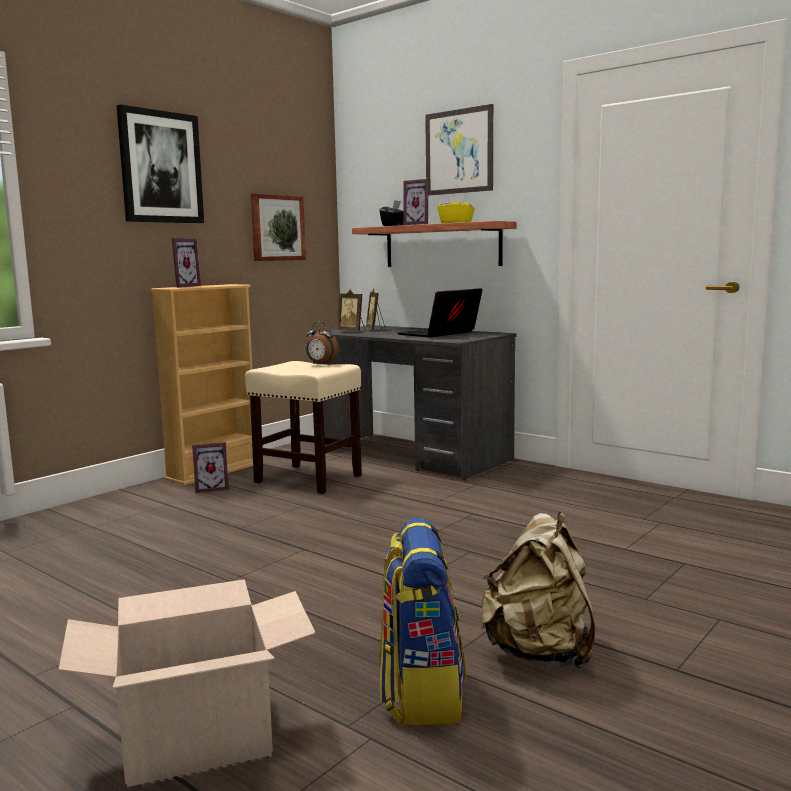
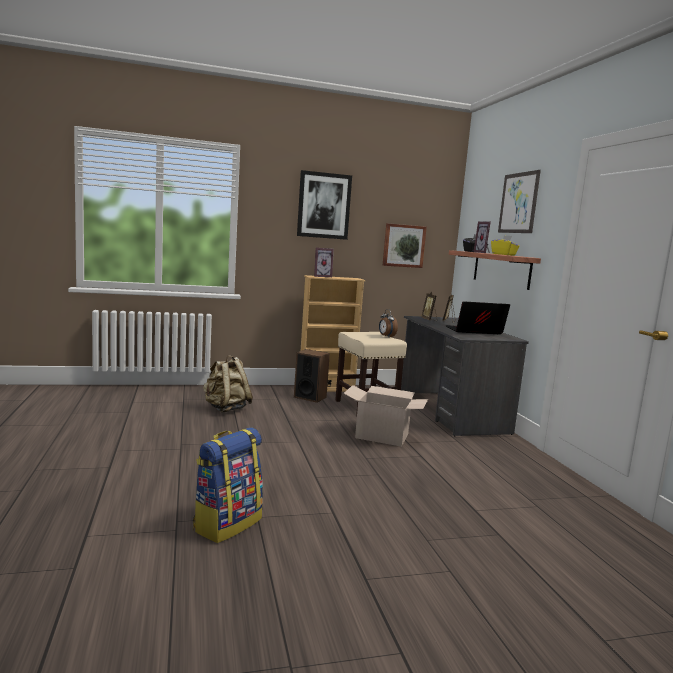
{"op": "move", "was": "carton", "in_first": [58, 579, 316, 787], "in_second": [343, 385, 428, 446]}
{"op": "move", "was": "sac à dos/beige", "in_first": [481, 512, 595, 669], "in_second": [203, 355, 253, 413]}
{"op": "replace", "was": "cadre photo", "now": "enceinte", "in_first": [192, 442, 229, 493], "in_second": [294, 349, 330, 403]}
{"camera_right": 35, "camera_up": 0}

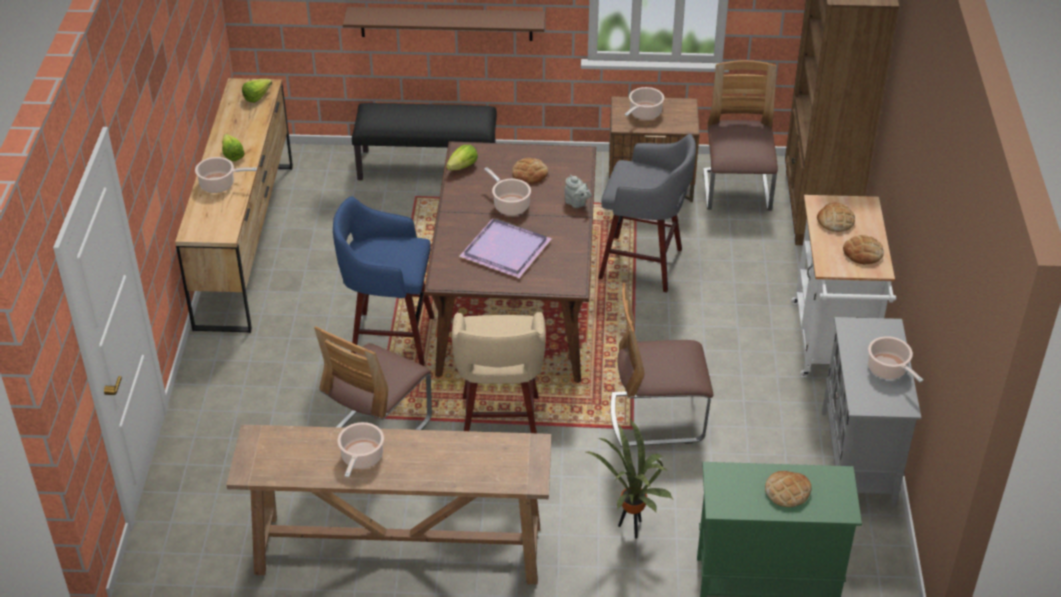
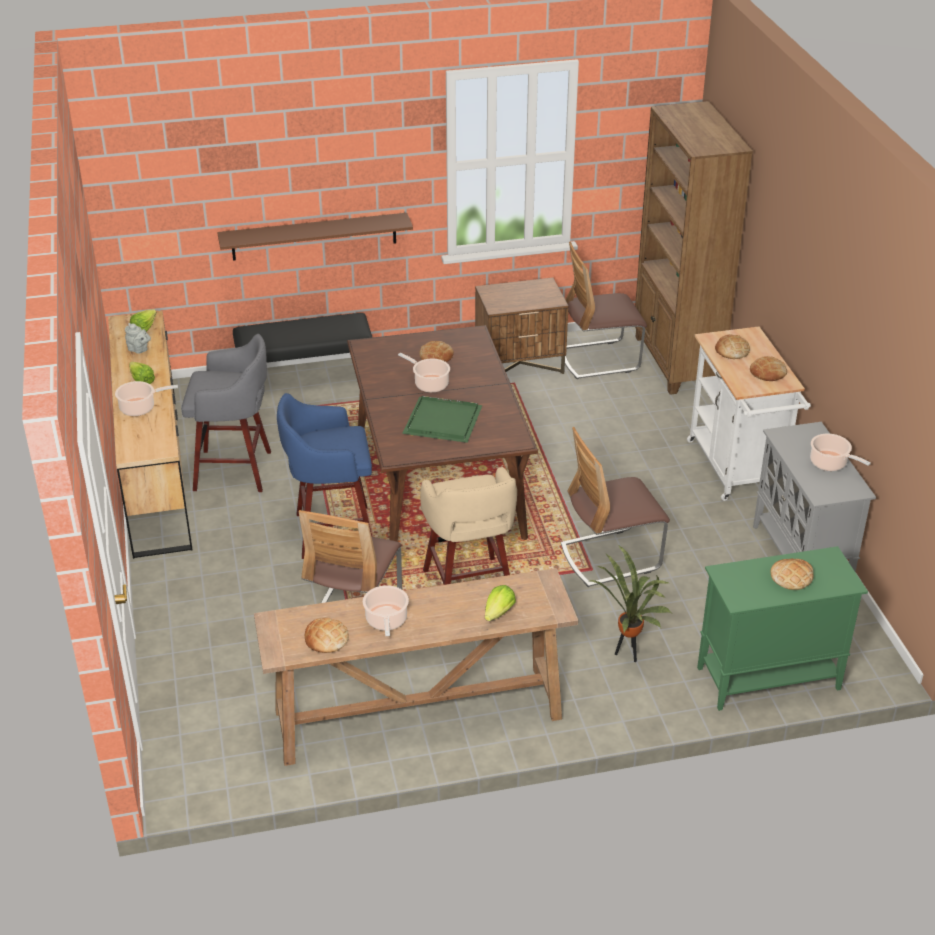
{"op": "delete", "was": "marmite", "in_first": [624, 87, 664, 120]}
{"op": "insert", "now": "pain", "in_second": [305, 617, 349, 653]}
{"op": "move", "was": "laitue", "in_first": [446, 145, 478, 170], "in_second": [485, 585, 516, 621]}
{"op": "move", "was": "théière/gris", "in_first": [564, 175, 592, 208], "in_second": [125, 323, 151, 354]}
{"op": "move", "was": "tabouret/gris", "in_first": [598, 134, 696, 292], "in_second": [181, 334, 271, 492]}
{"op": "recolor", "was": "plateau/violet", "now": "plateau/vert", "in_first": [459, 218, 552, 278], "in_second": [402, 396, 483, 443]}
{"op": "rotate", "was": "chaise", "in_first": [703, 60, 778, 211], "in_second": [565, 242, 647, 379], "clockwise": -90}
{"camera_right": -15, "camera_up": -5}

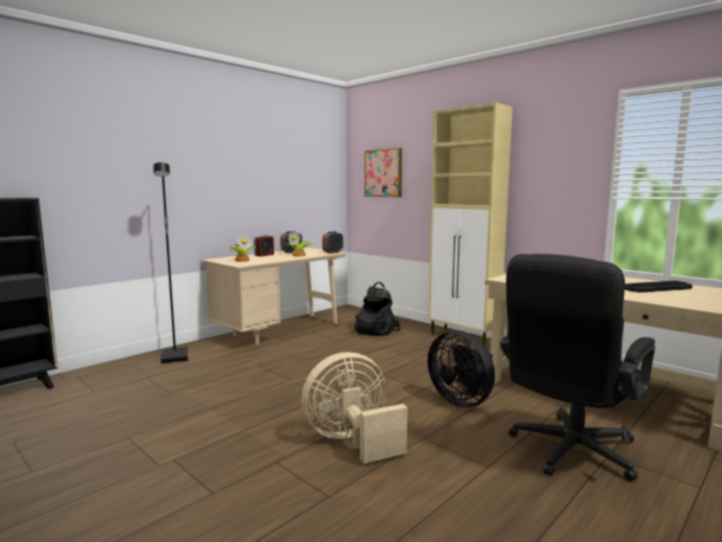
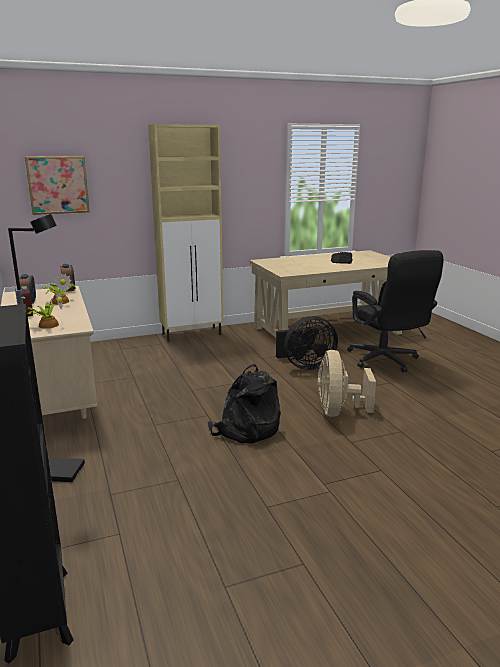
{"op": "move", "was": "sac à dos/noir", "in_first": [354, 282, 400, 336], "in_second": [208, 364, 281, 443]}
{"camera_right": -65, "camera_up": 10}

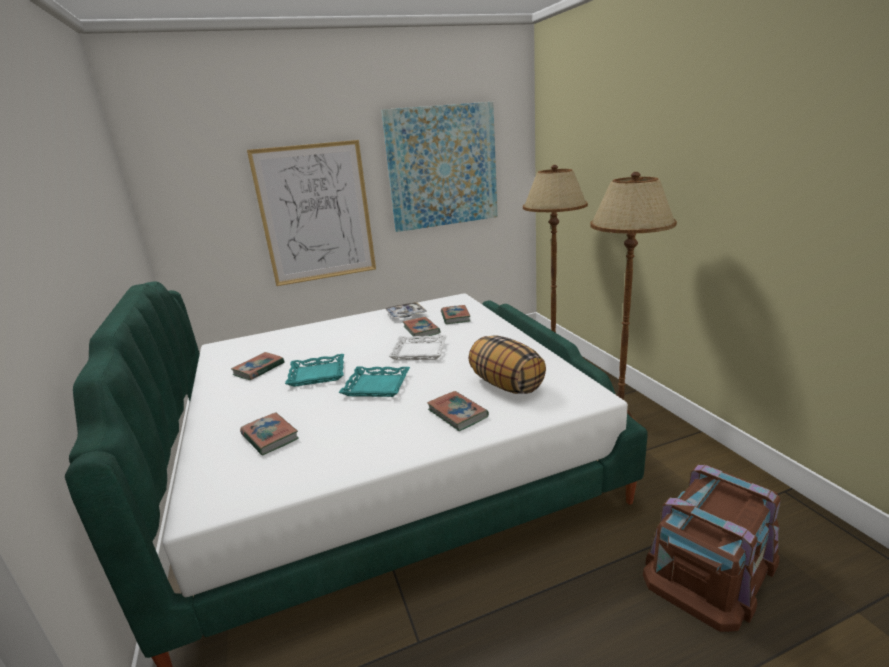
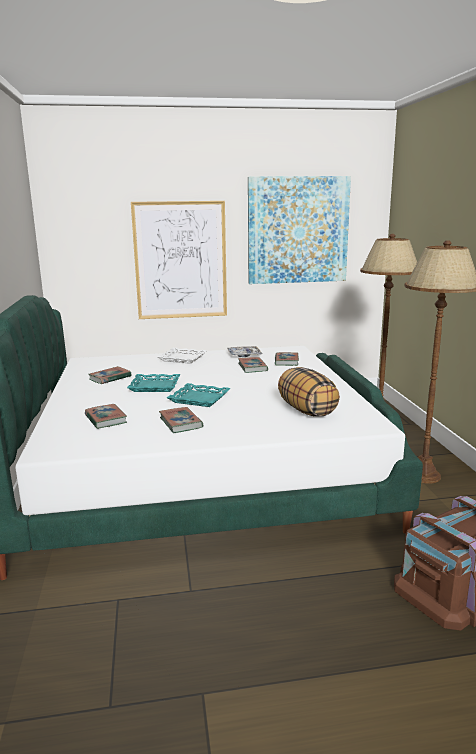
{"op": "move", "was": "plateau/blanc", "in_first": [388, 335, 447, 360], "in_second": [157, 348, 207, 364]}
{"op": "move", "was": "livre", "in_first": [427, 391, 489, 431], "in_second": [159, 407, 203, 433]}
{"camera_right": 10, "camera_up": -5}

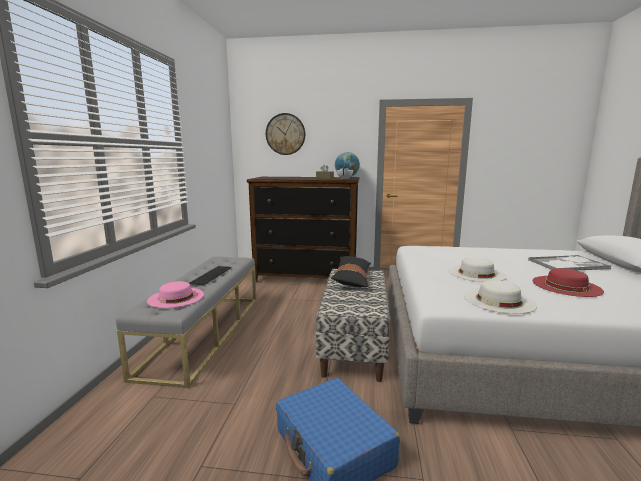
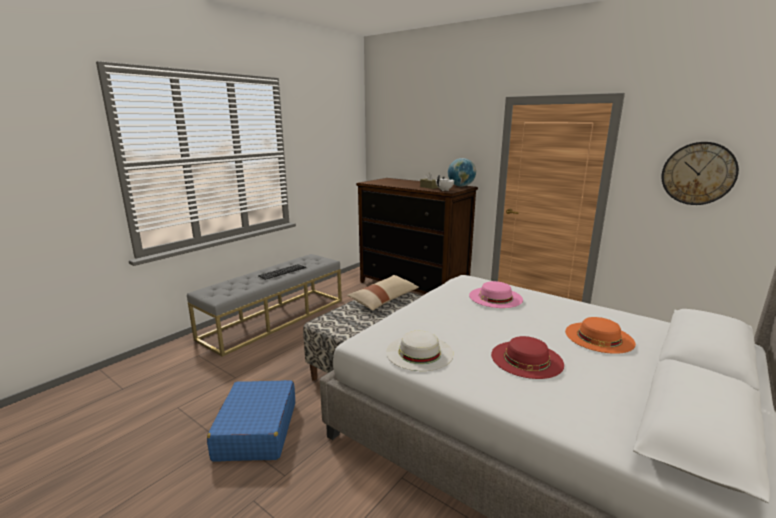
{"op": "delete", "was": "chapeau/blanc", "in_first": [448, 257, 507, 282]}
{"op": "move", "was": "chapeau/rose", "in_first": [147, 281, 204, 308], "in_second": [469, 281, 523, 308]}
{"op": "move", "was": "horloge murale", "in_first": [266, 113, 305, 155], "in_second": [661, 142, 739, 205]}
{"op": "replace", "was": "plateau", "now": "chapeau/orange", "in_first": [528, 255, 611, 271], "in_second": [565, 317, 636, 354]}
{"op": "recolor", "was": "coussin/noir", "now": "coussin/beige", "in_first": [331, 256, 371, 287], "in_second": [347, 275, 419, 311]}
{"camera_right": 30, "camera_up": 5}

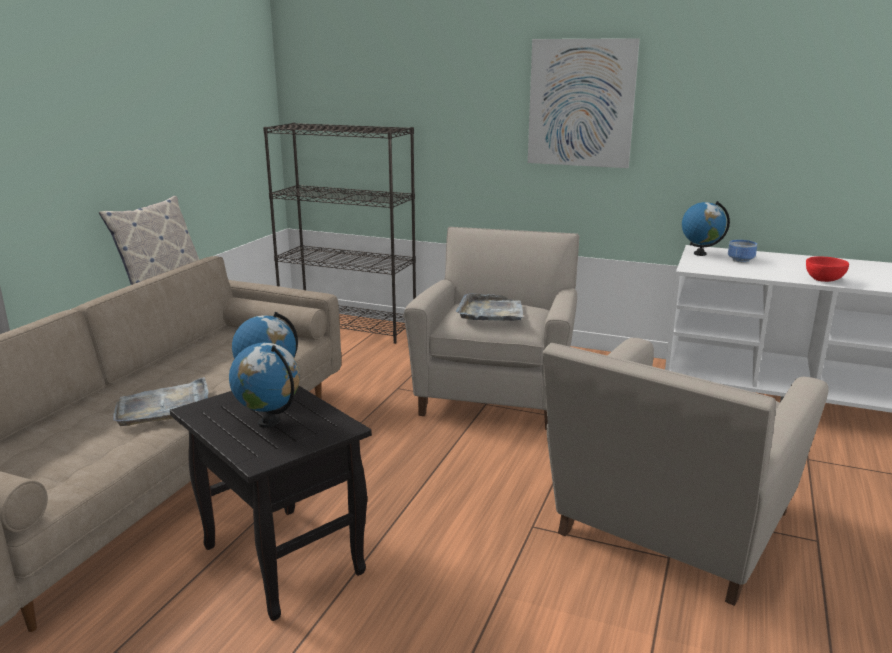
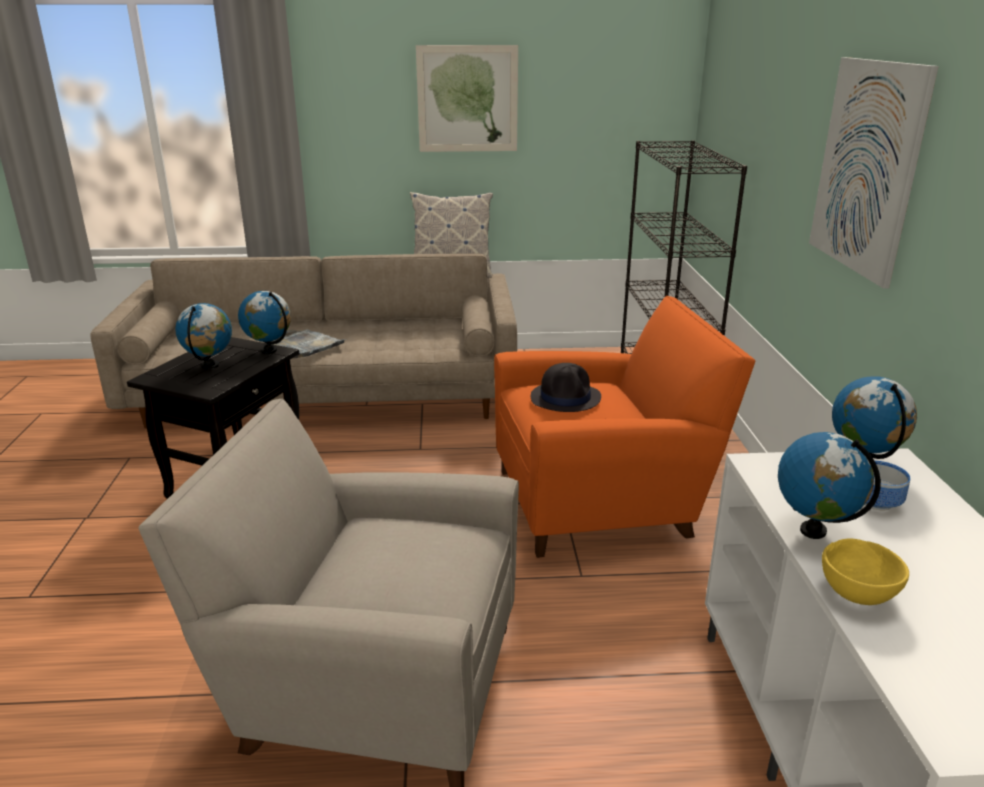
{"op": "insert", "now": "tableau", "in_second": [416, 45, 518, 152]}
{"op": "insert", "now": "globe", "in_second": [778, 432, 881, 539]}
{"op": "replace", "was": "plateau/gris", "now": "chapeau/noir", "in_first": [456, 293, 524, 321], "in_second": [531, 363, 601, 412]}
{"op": "recolor", "was": "fauteuil/beige", "now": "fauteuil/orange", "in_first": [404, 227, 579, 430], "in_second": [494, 296, 755, 558]}
{"op": "recolor", "was": "bol/rouge", "now": "bol/jaune", "in_first": [806, 257, 849, 282], "in_second": [822, 538, 909, 605]}
{"camera_right": 65, "camera_up": 5}

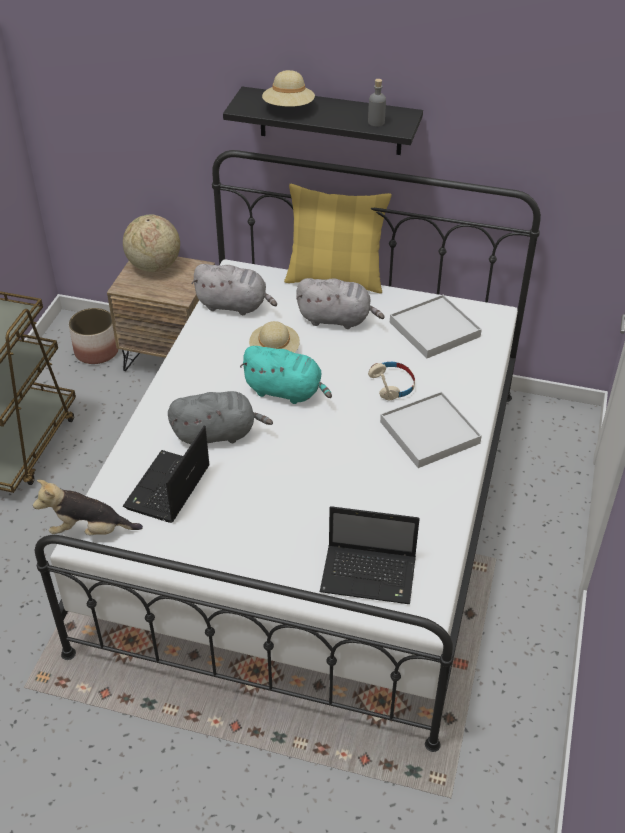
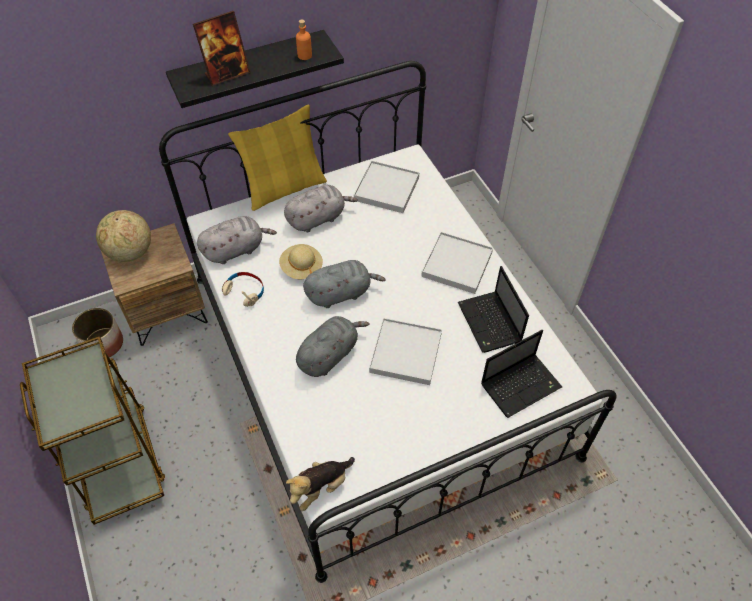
{"op": "insert", "now": "plateau/blanc", "in_second": [369, 318, 442, 385]}
{"op": "move", "was": "ordinateur portable", "in_first": [123, 426, 210, 523], "in_second": [458, 266, 529, 353]}
{"op": "move", "was": "casque audio/beige", "in_first": [368, 362, 415, 400], "in_second": [222, 272, 264, 307]}
{"op": "replace", "was": "chapeau/beige", "now": "cadre photo", "in_first": [262, 70, 315, 107], "in_second": [193, 11, 250, 86]}
{"op": "recolor", "was": "peluche/turquoise", "now": "peluche/gris", "in_first": [240, 346, 332, 404], "in_second": [303, 260, 386, 308]}
{"op": "recolor", "was": "bouteille/gris", "now": "bouteille/orange", "in_first": [368, 79, 386, 127], "in_second": [296, 20, 312, 60]}
{"camera_right": -40, "camera_up": 10}

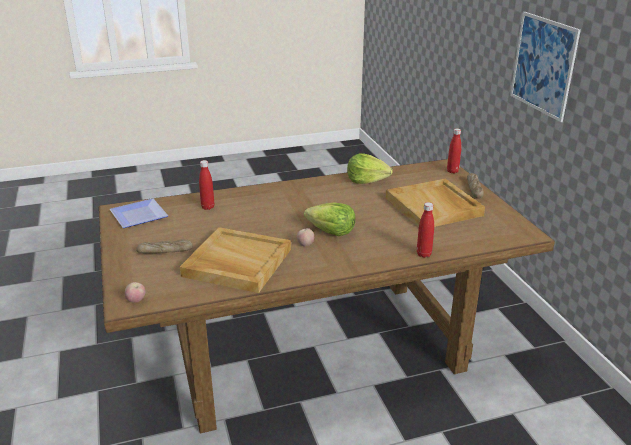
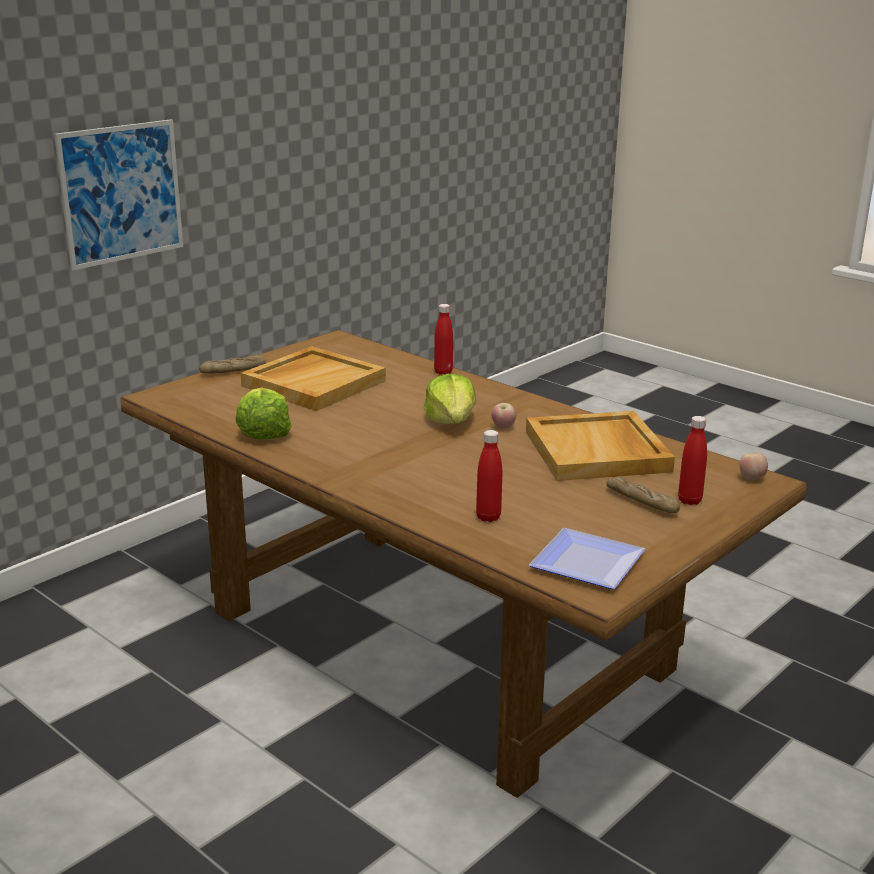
{"op": "move", "was": "bouteille/rouge", "in_first": [447, 128, 461, 173], "in_second": [678, 416, 707, 505]}
{"camera_right": -120, "camera_up": -5}

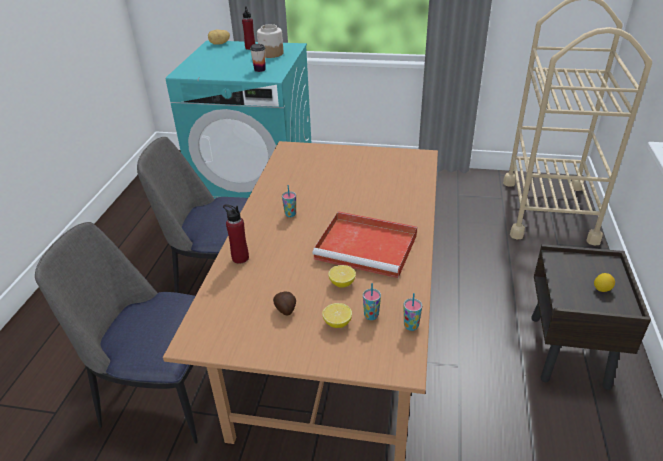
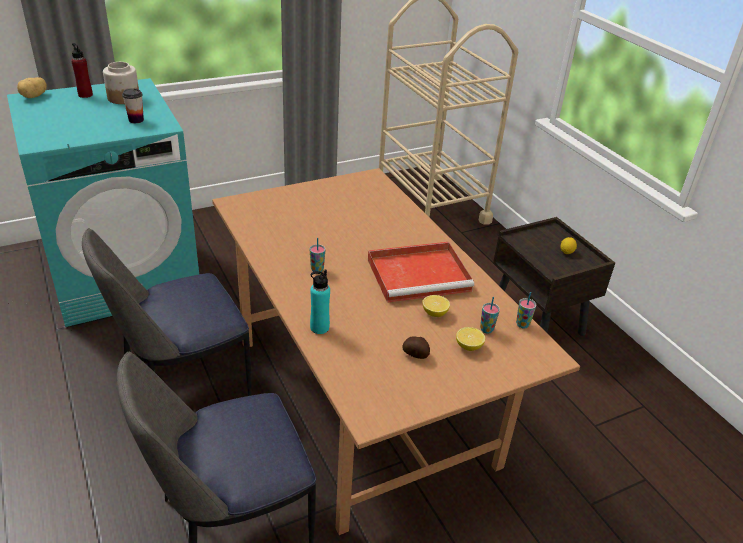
{"op": "recolor", "was": "bouteille/rouge", "now": "bouteille/turquoise", "in_first": [223, 204, 249, 264], "in_second": [310, 269, 330, 334]}
{"camera_right": -40, "camera_up": 0}

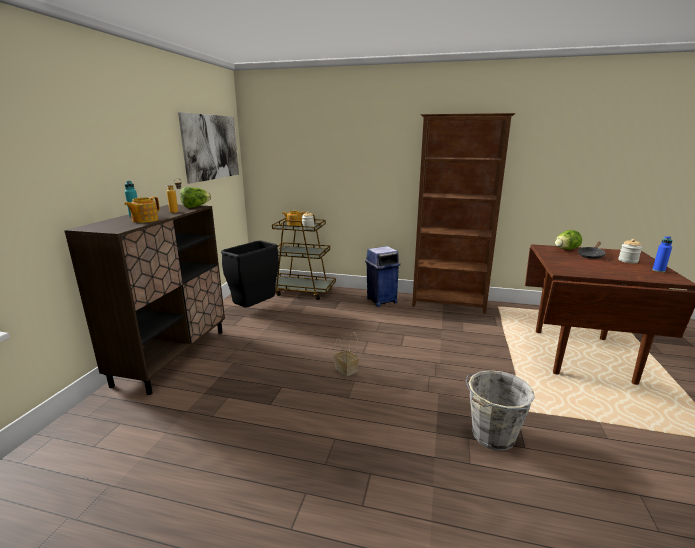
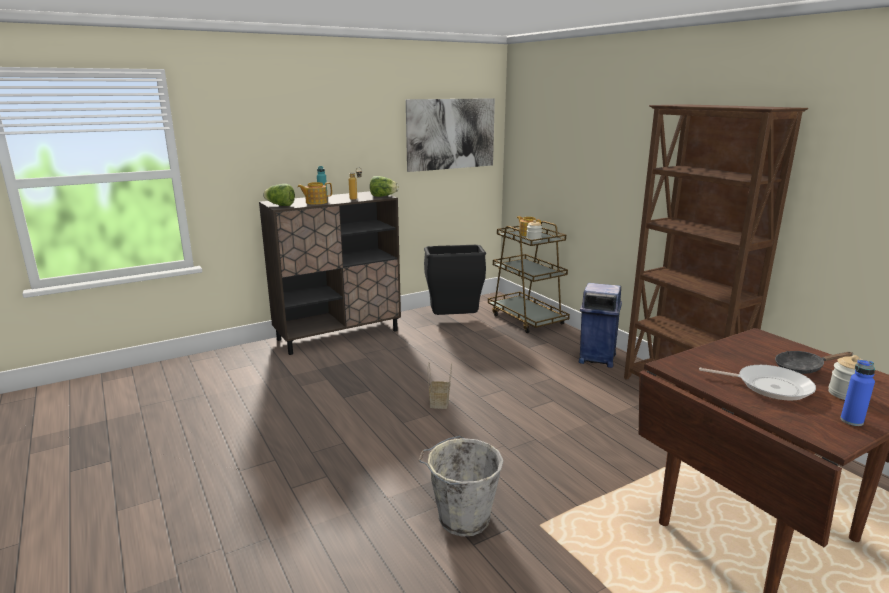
{"op": "insert", "now": "poêle", "in_second": [699, 365, 816, 400]}
{"op": "move", "was": "laitue", "in_first": [555, 230, 582, 250], "in_second": [263, 184, 295, 206]}
{"camera_right": 45, "camera_up": 0}

